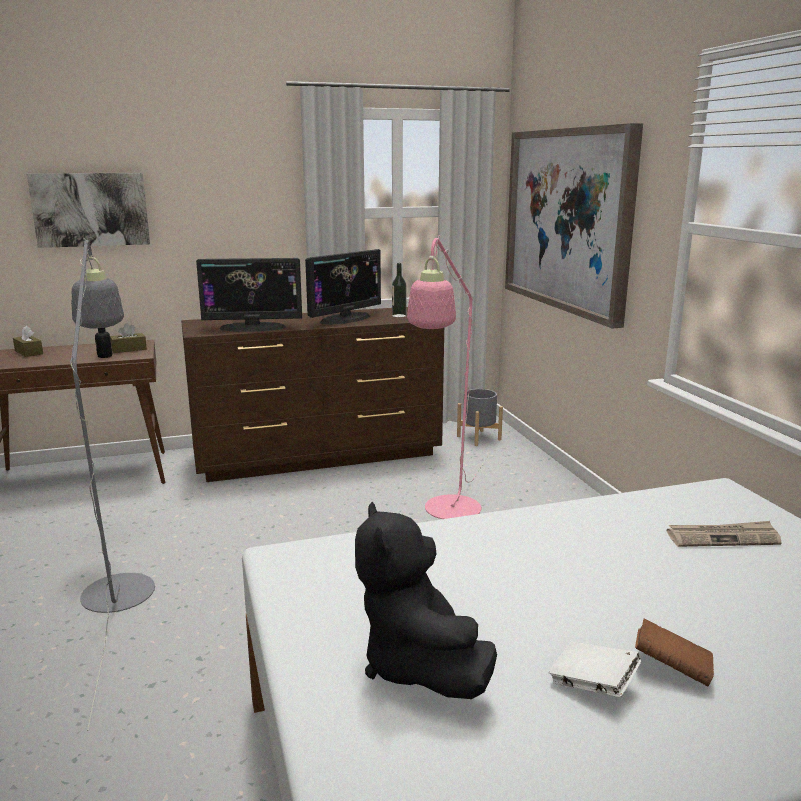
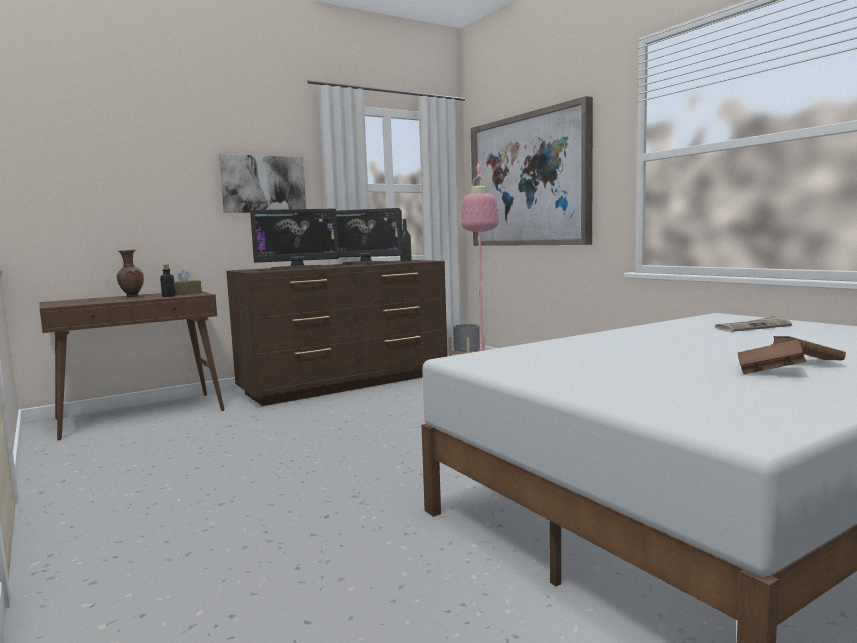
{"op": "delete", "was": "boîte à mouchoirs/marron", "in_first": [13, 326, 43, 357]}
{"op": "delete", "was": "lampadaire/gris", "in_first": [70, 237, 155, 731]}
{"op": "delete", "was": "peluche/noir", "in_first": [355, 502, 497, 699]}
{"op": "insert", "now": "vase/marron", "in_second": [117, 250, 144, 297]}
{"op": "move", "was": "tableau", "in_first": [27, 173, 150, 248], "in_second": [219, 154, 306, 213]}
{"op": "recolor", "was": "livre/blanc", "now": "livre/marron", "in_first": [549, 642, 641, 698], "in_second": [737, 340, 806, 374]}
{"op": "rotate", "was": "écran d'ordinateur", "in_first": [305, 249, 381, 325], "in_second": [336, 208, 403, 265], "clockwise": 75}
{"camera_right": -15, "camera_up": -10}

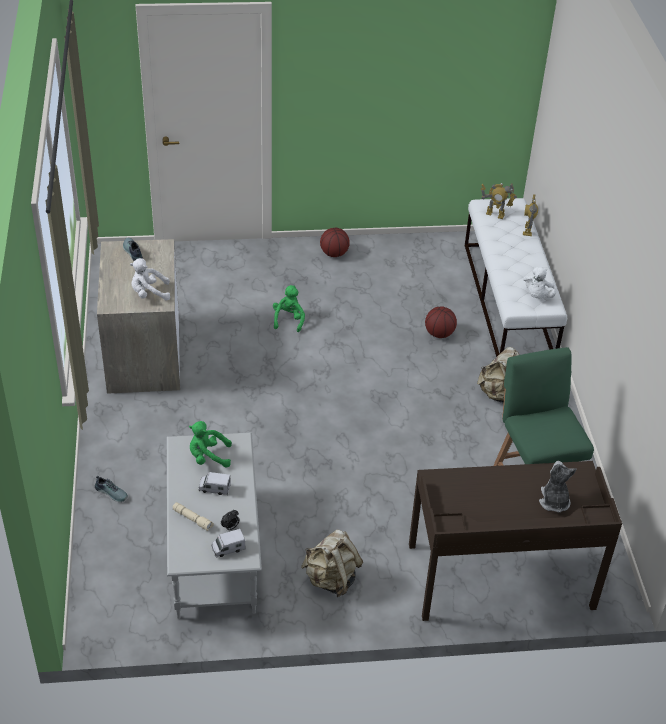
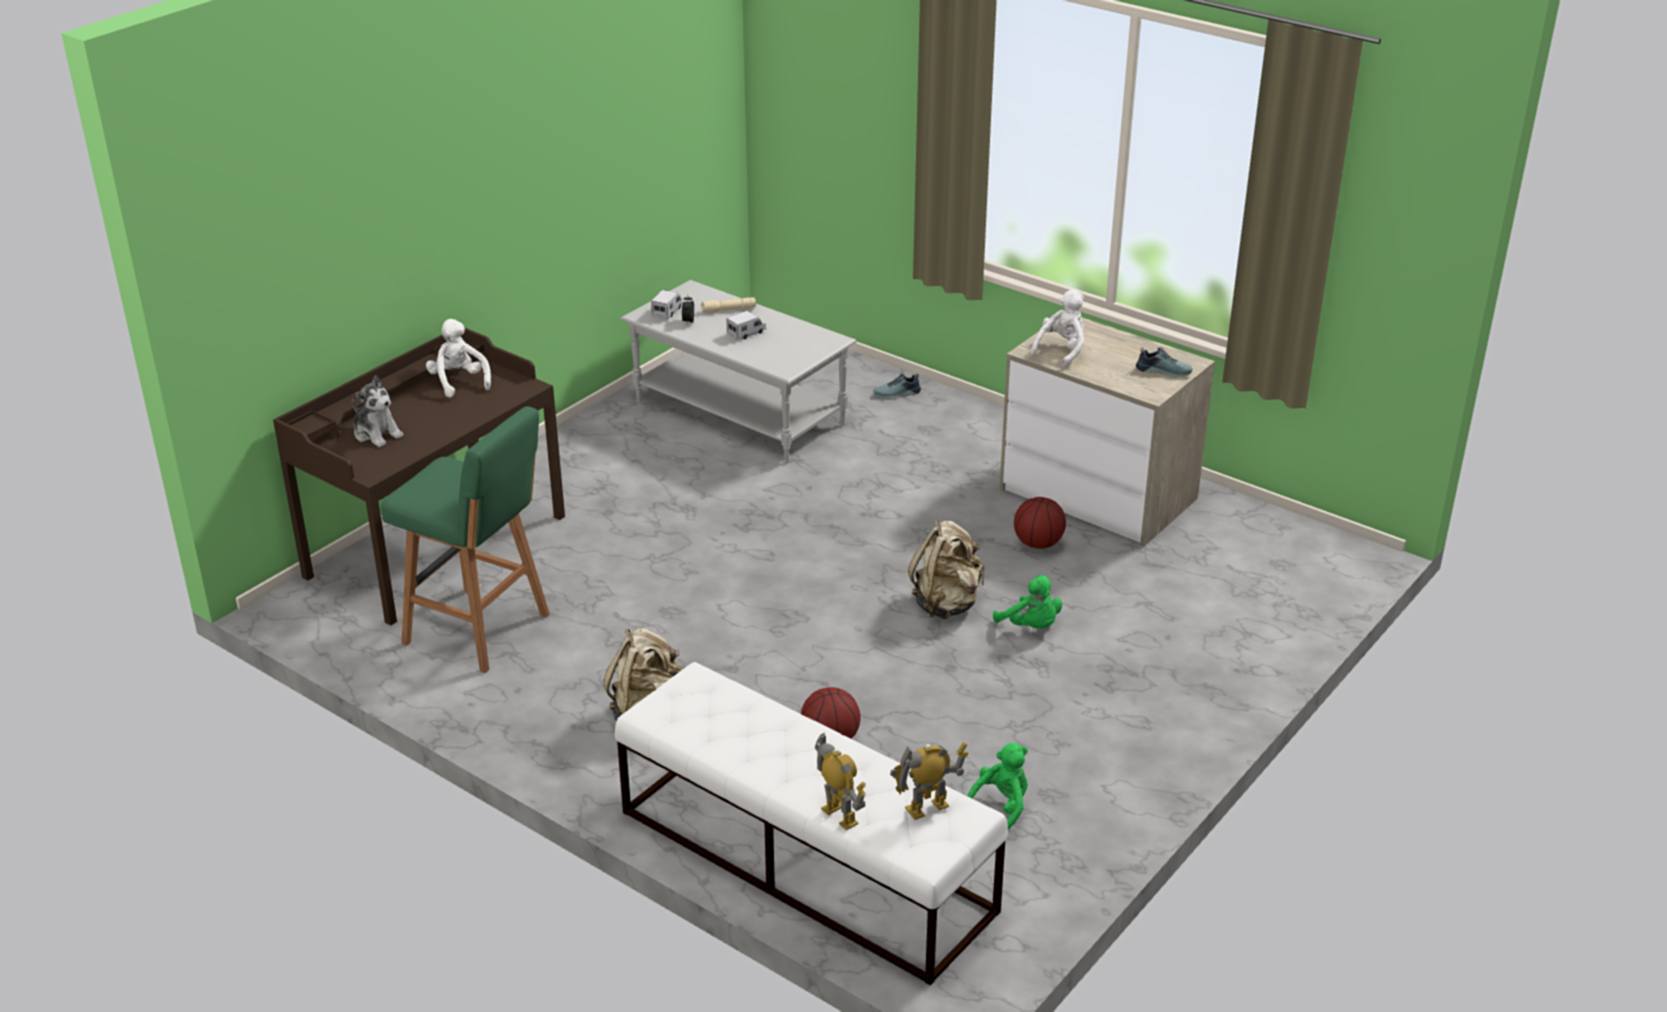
{"op": "move", "was": "peluche/vert", "in_first": [189, 421, 232, 468], "in_second": [967, 743, 1028, 829]}
{"op": "move", "was": "sac à dos/beige", "in_first": [301, 530, 363, 597], "in_second": [908, 519, 984, 619]}
{"op": "move", "was": "ballon de basket", "in_first": [320, 228, 350, 257], "in_second": [1014, 497, 1066, 549]}
{"op": "move", "was": "peluche/blanc", "in_first": [523, 267, 556, 299], "in_second": [426, 319, 491, 398]}
{"camera_right": 135, "camera_up": -10}

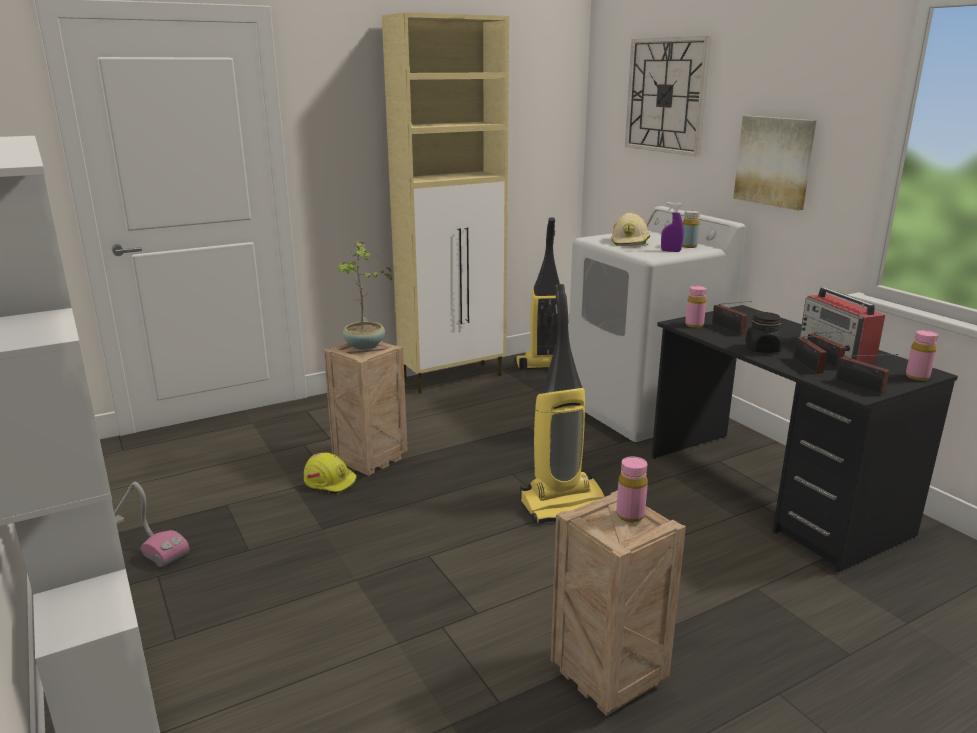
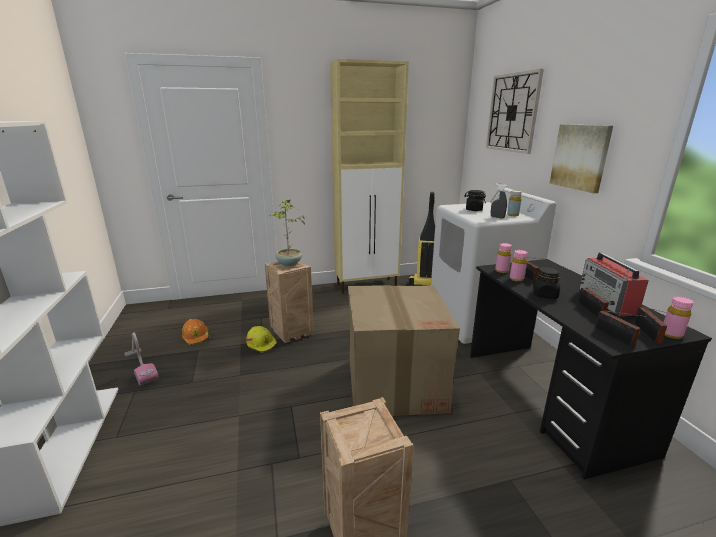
{"op": "insert", "now": "casque de chantier/orange", "in_second": [182, 319, 210, 345]}
{"op": "move", "was": "bouteille/rose", "in_first": [616, 457, 648, 522], "in_second": [510, 250, 528, 282]}
{"op": "move", "was": "radio", "in_first": [793, 336, 831, 374], "in_second": [634, 307, 671, 344]}
{"op": "replace", "was": "aspirateur", "now": "carton", "in_first": [520, 284, 605, 524], "in_second": [348, 285, 460, 416]}
{"op": "replace", "was": "casque de chantier/beige", "now": "bocal/noir", "in_first": [611, 213, 650, 246], "in_second": [464, 190, 486, 211]}
{"op": "recolor", "was": "vaporisateur/violet", "now": "vaporisateur/gris", "in_first": [661, 202, 684, 252], "in_second": [491, 184, 507, 219]}
{"camera_right": 15, "camera_up": 0}

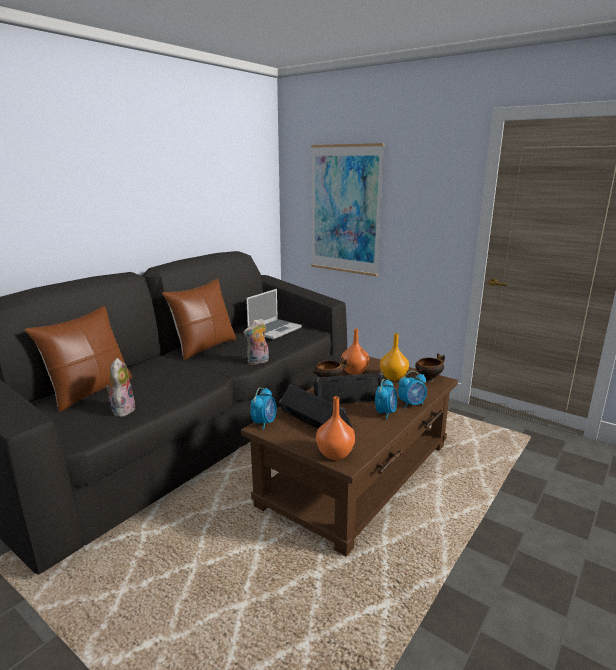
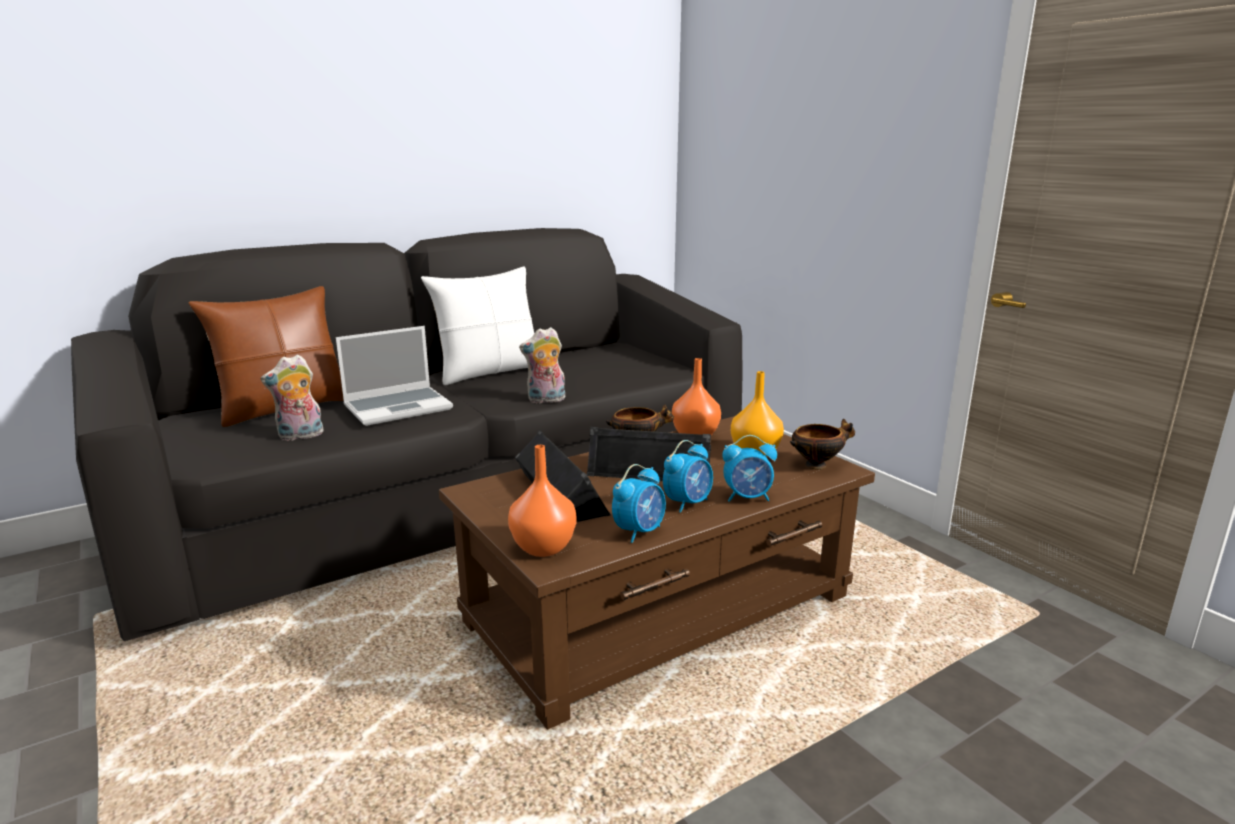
{"op": "delete", "was": "tableau", "in_first": [311, 143, 385, 277]}
{"op": "move", "was": "ordinateur portable", "in_first": [246, 289, 302, 339], "in_second": [336, 326, 453, 426]}
{"op": "move", "was": "réveil", "in_first": [250, 388, 277, 430], "in_second": [612, 464, 666, 543]}
{"op": "recolor", "was": "coussin/marron", "now": "coussin/blanc", "in_first": [162, 279, 236, 360], "in_second": [421, 266, 534, 385]}
{"op": "rotate", "was": "peluche", "in_first": [106, 358, 136, 417], "in_second": [261, 354, 324, 441], "clockwise": -135}
{"camera_right": 20, "camera_up": 0}

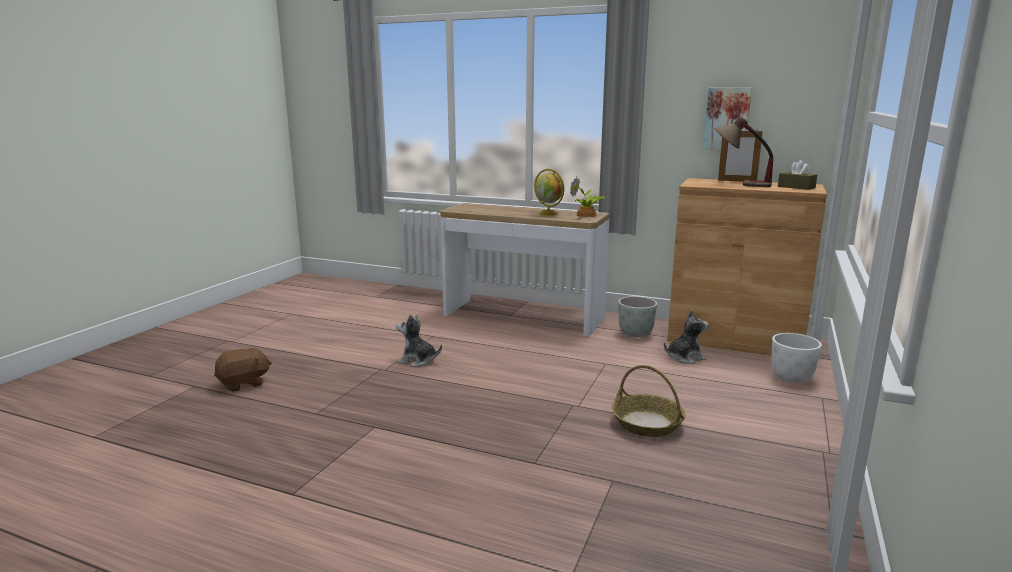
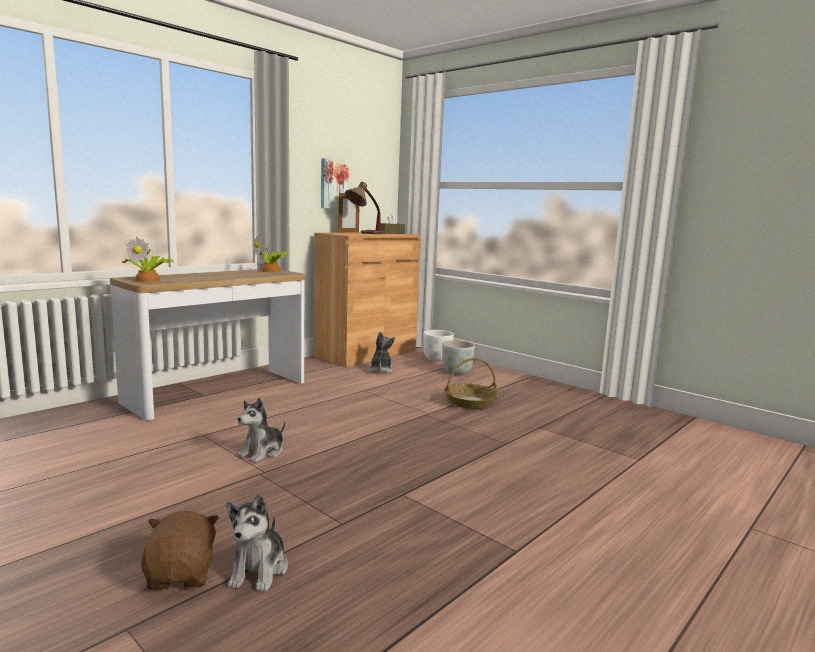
{"op": "delete", "was": "globe", "in_first": [534, 169, 564, 216]}
{"op": "insert", "now": "plante en pot", "in_second": [121, 237, 175, 282]}
{"op": "insert", "now": "peluche", "in_second": [226, 494, 288, 592]}
{"op": "move", "was": "cache-pot/gris", "in_first": [618, 296, 657, 337], "in_second": [442, 340, 475, 375]}
{"camera_right": -70, "camera_up": -5}

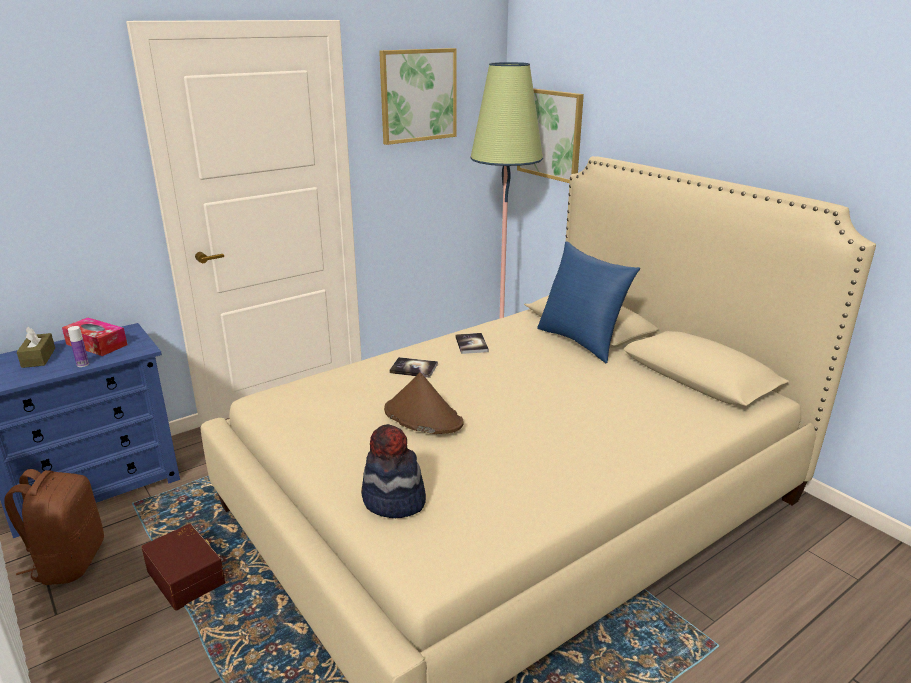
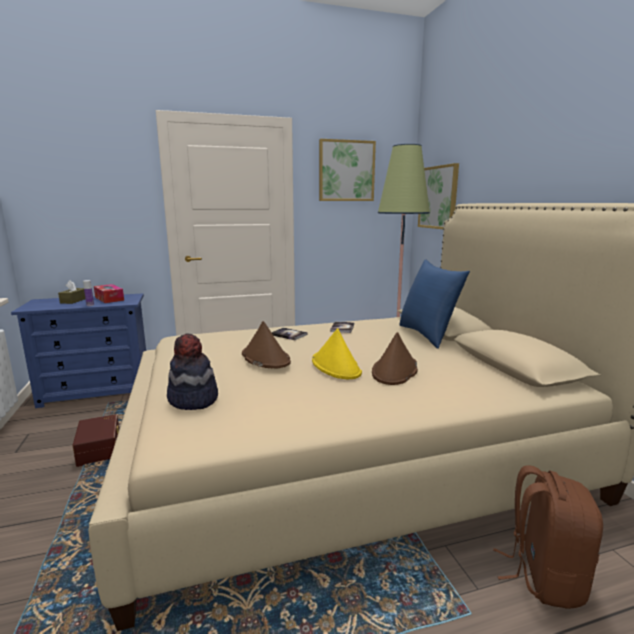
{"op": "insert", "now": "chapeau/jaune", "in_second": [312, 328, 362, 379]}
{"op": "insert", "now": "chapeau/marron", "in_second": [372, 332, 418, 385]}
{"op": "move", "was": "sac à dos/marron", "in_first": [4, 469, 104, 585], "in_second": [493, 465, 603, 609]}
{"camera_right": 20, "camera_up": -10}

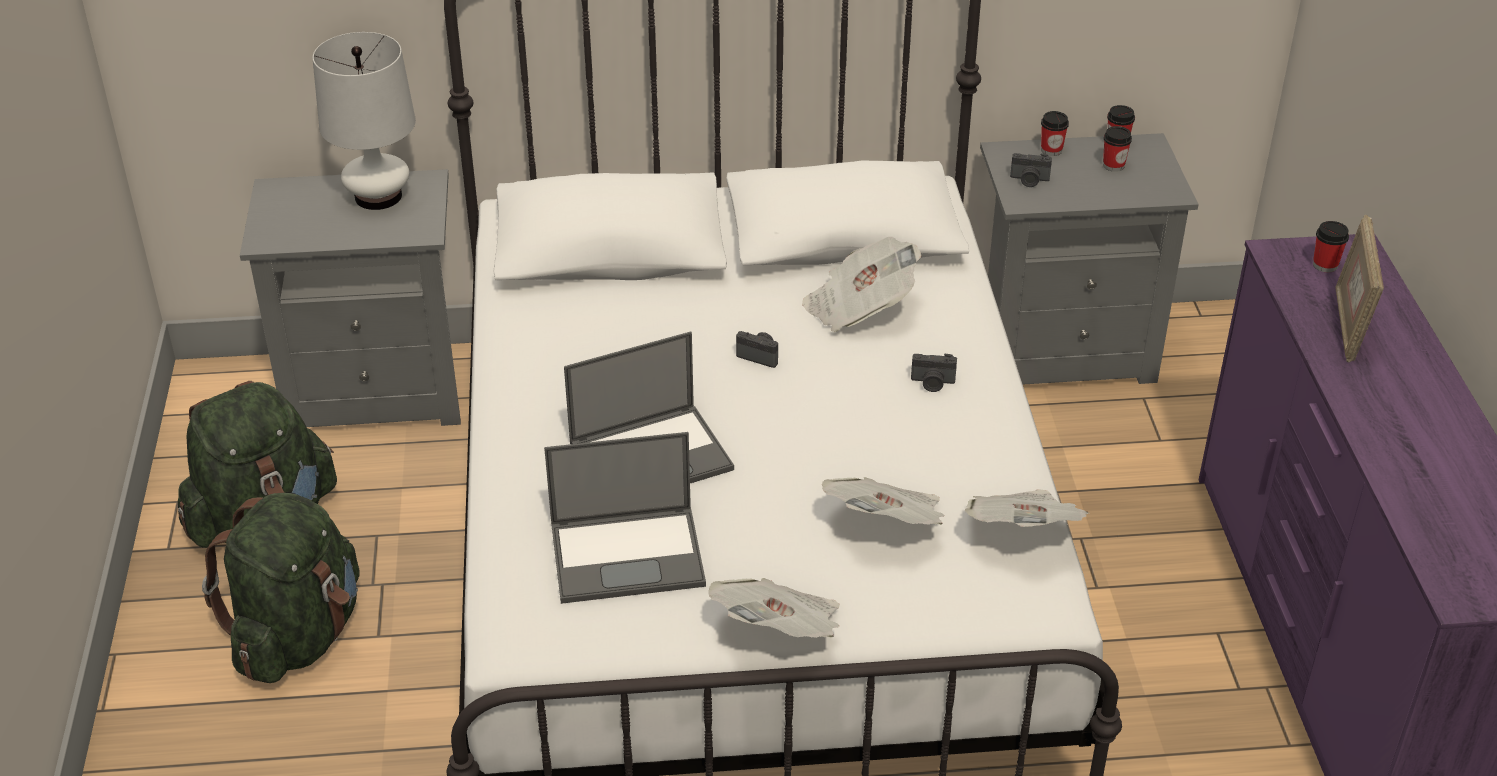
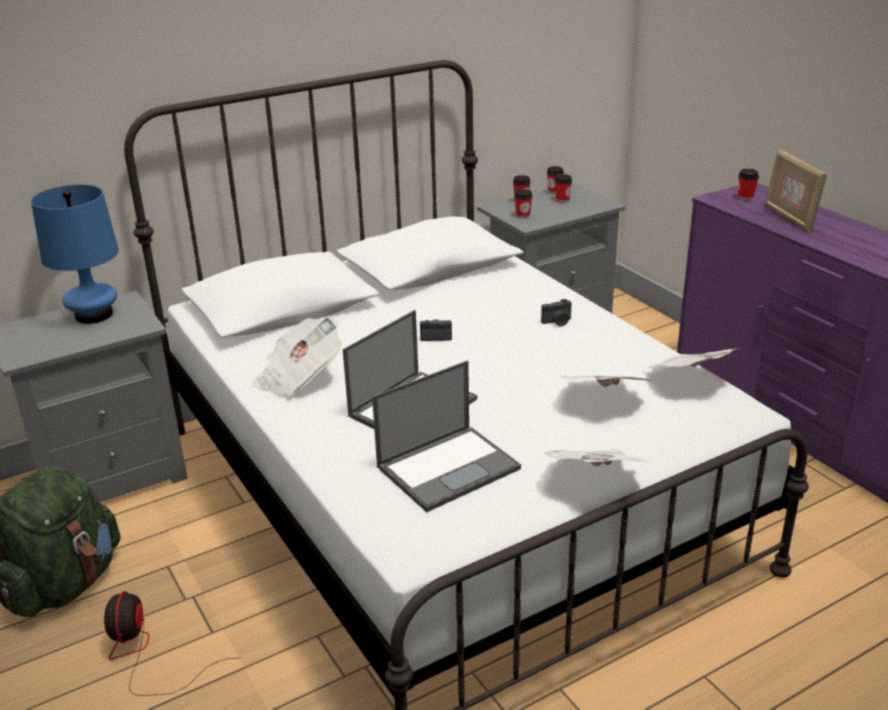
{"op": "move", "was": "journal", "in_first": [802, 237, 922, 332], "in_second": [253, 317, 342, 396]}
{"op": "replace", "was": "sac à dos/vert", "now": "ventilateur", "in_first": [202, 493, 359, 683], "in_second": [104, 591, 236, 696]}
{"op": "replace", "was": "appareil photo", "now": "tasse", "in_first": [1010, 153, 1052, 187], "in_second": [514, 189, 532, 219]}
{"op": "recolor", "was": "lampe de table/blanc", "now": "lampe de table/bleu", "in_first": [313, 32, 416, 210], "in_second": [31, 185, 119, 324]}
{"camera_right": -25, "camera_up": -10}

